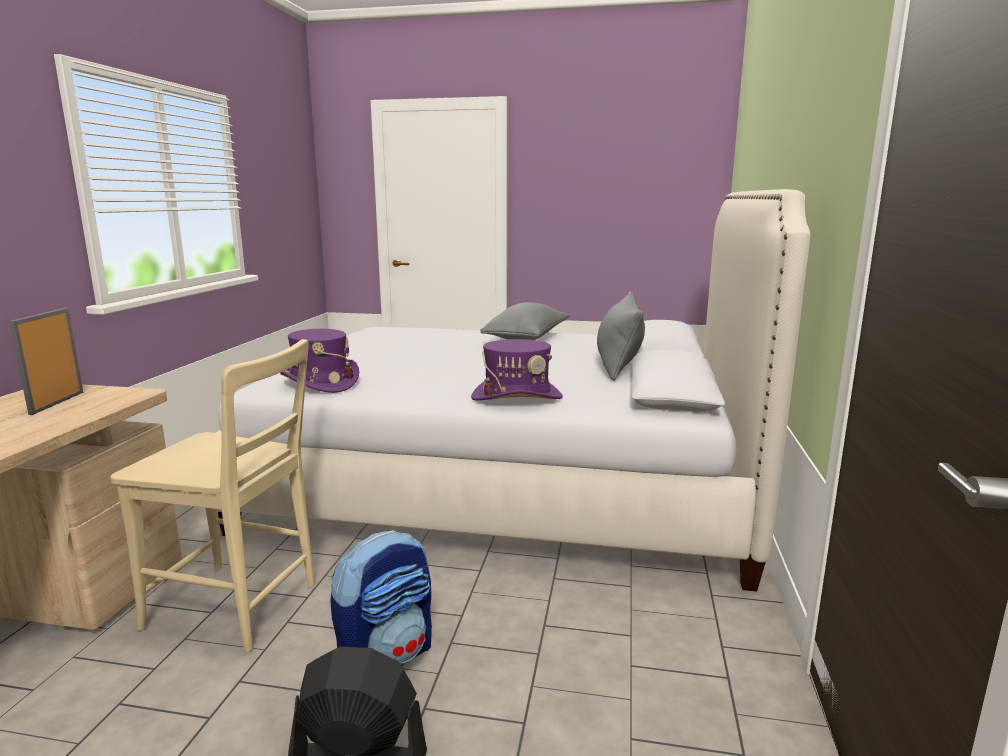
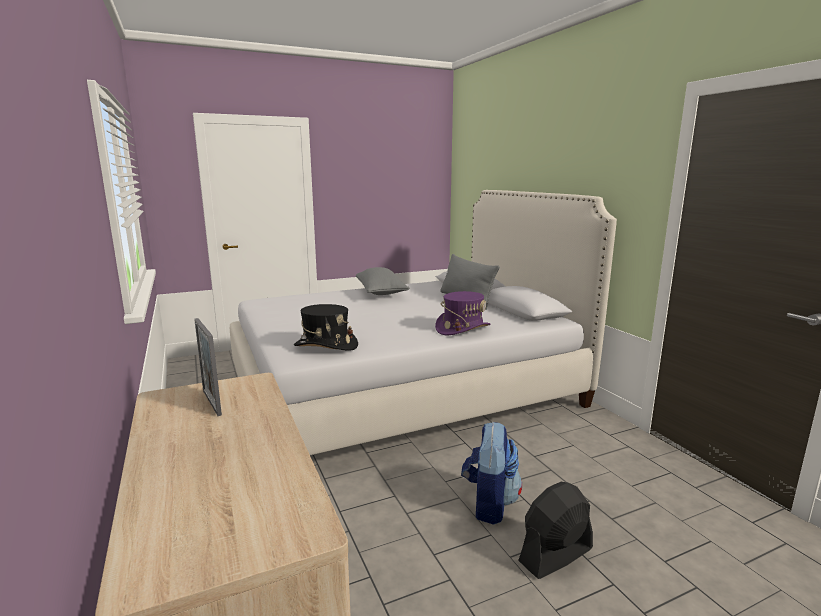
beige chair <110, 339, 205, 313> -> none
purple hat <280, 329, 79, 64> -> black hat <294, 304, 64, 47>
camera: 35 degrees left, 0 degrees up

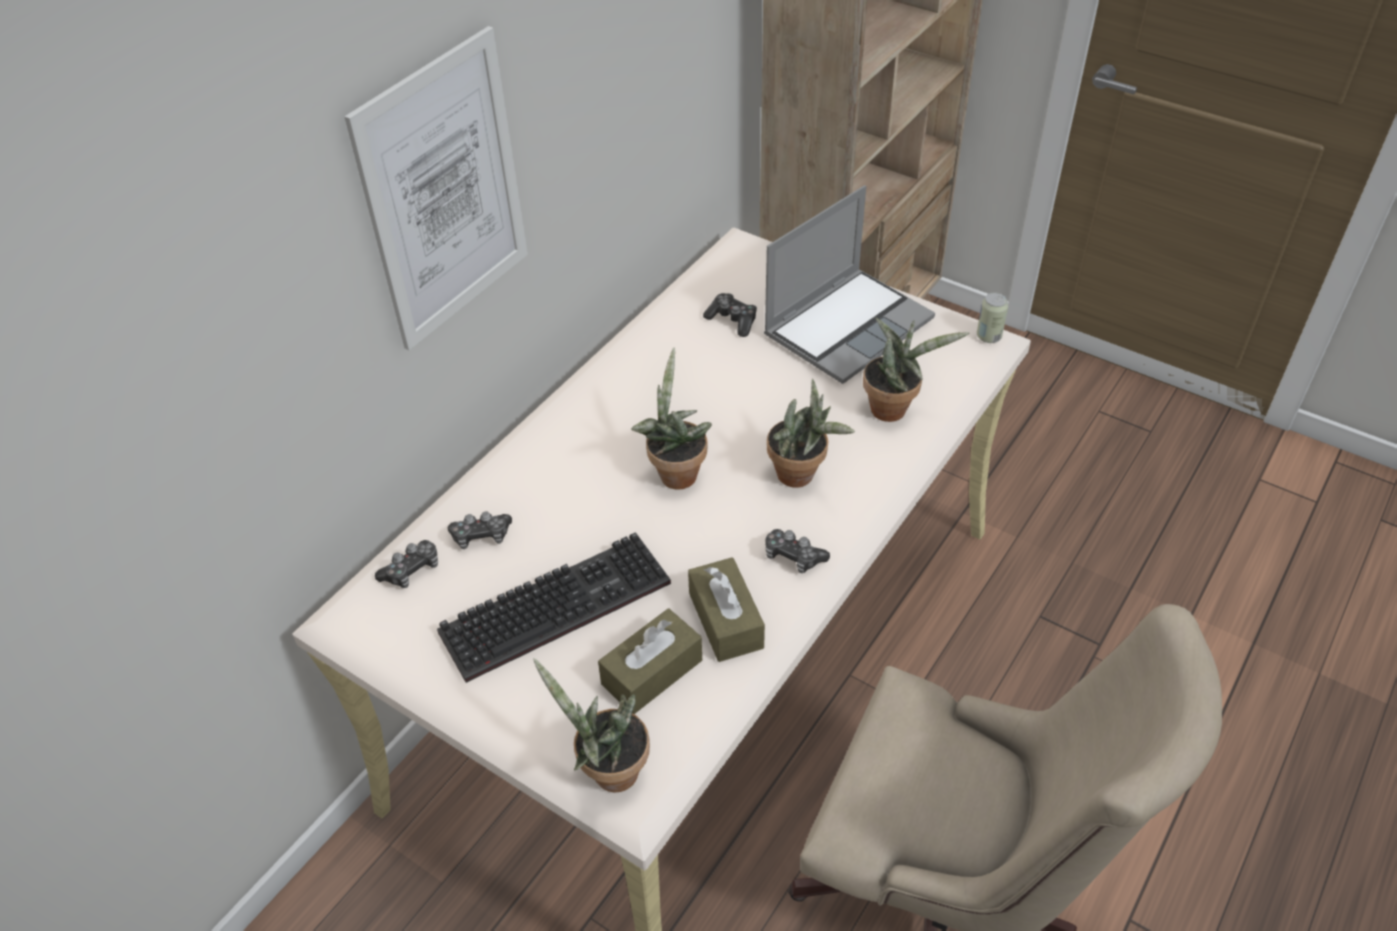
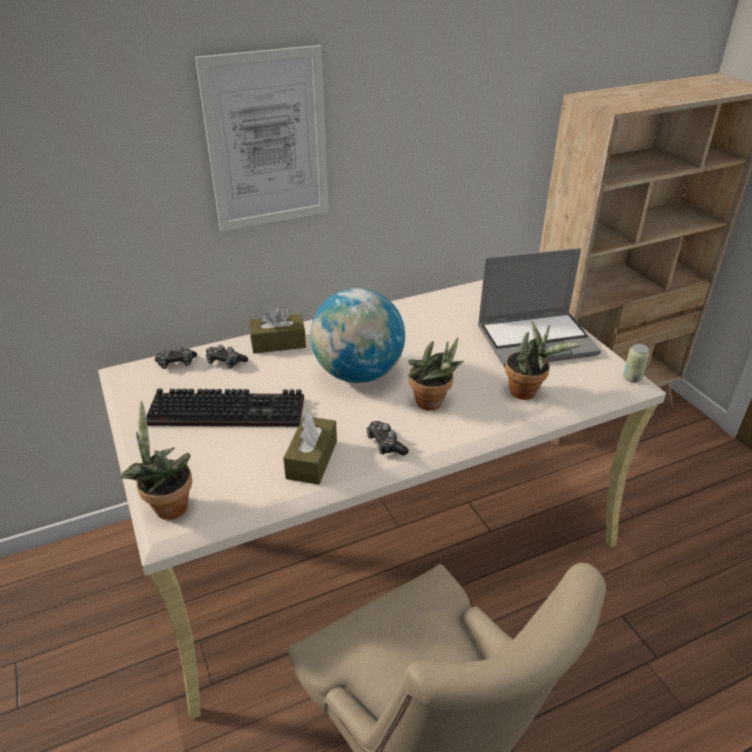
brown tissue box <598, 609, 104, 105> -> brown tissue box <249, 306, 57, 48>, relocated
potted plant <631, 348, 81, 142> -> globe <311, 288, 94, 95>
game controller <703, 293, 54, 44> -> none
camera: 30 degrees right, 10 degrees down

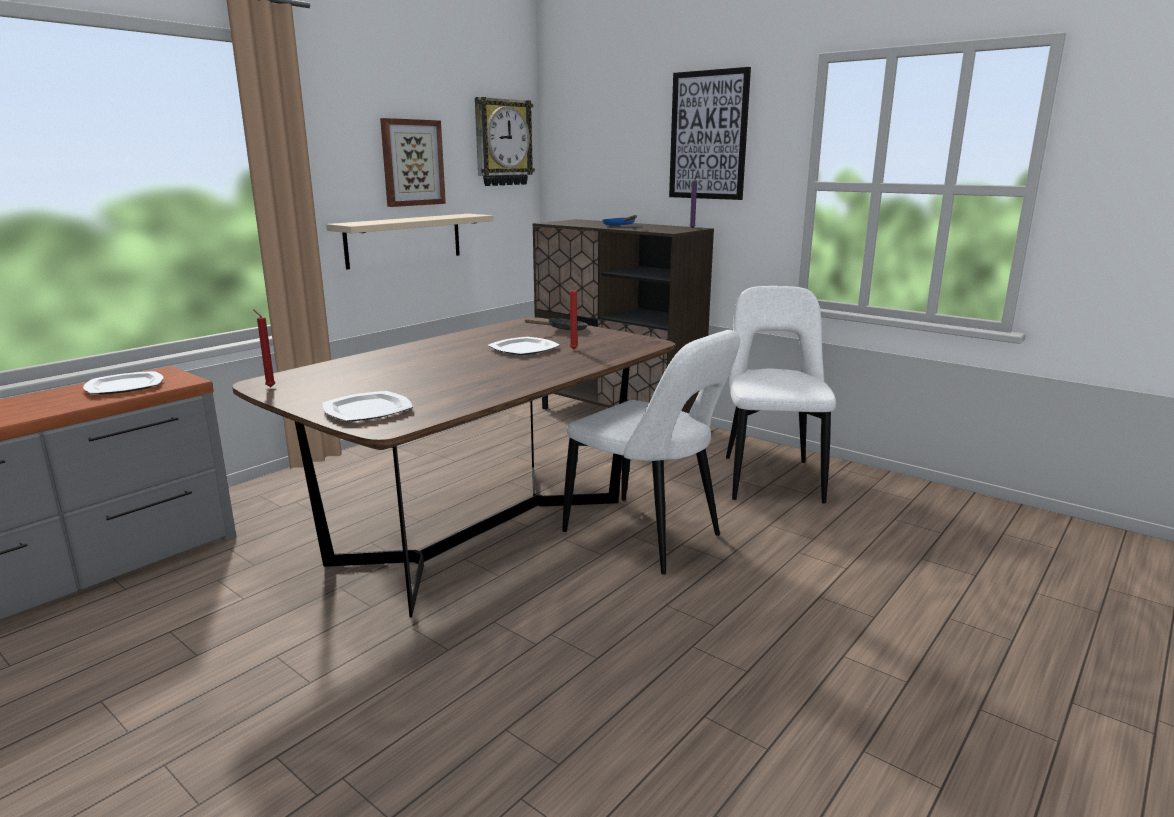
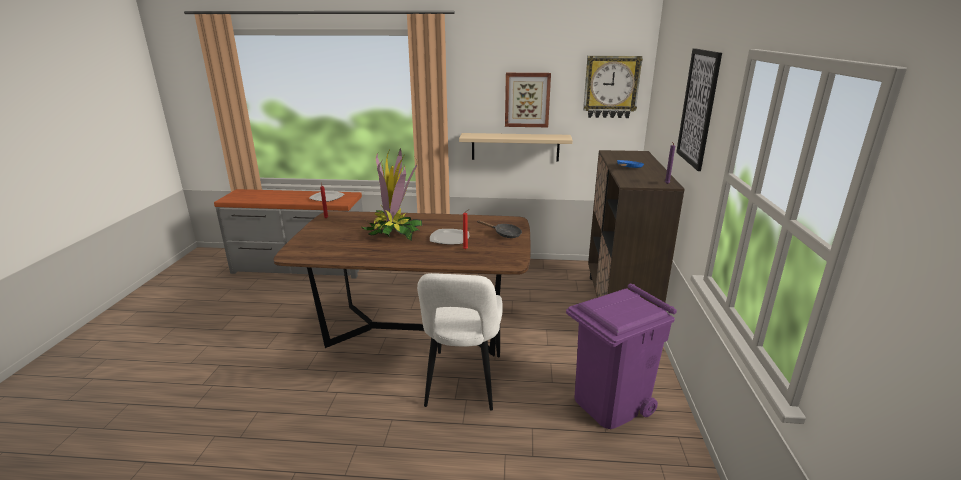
plate <323, 391, 90, 30> -> none
white chair <726, 286, 110, 218> -> purple trash can <566, 284, 111, 145>
none -> potted plant <361, 148, 61, 93>
camera: 55 degrees right, 5 degrees up

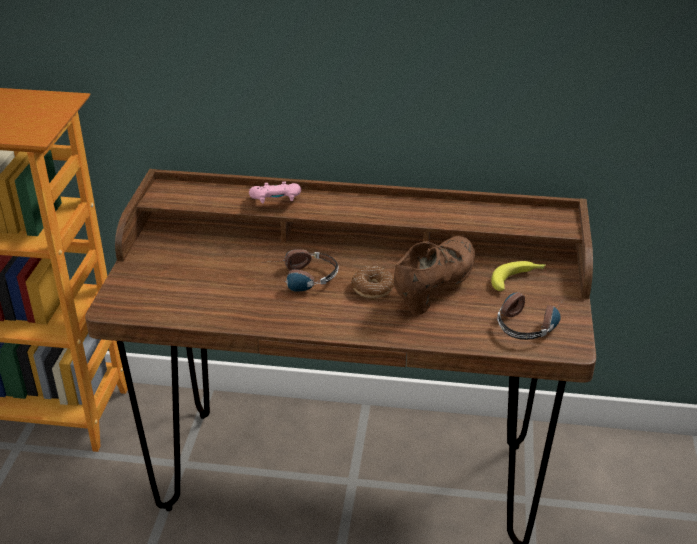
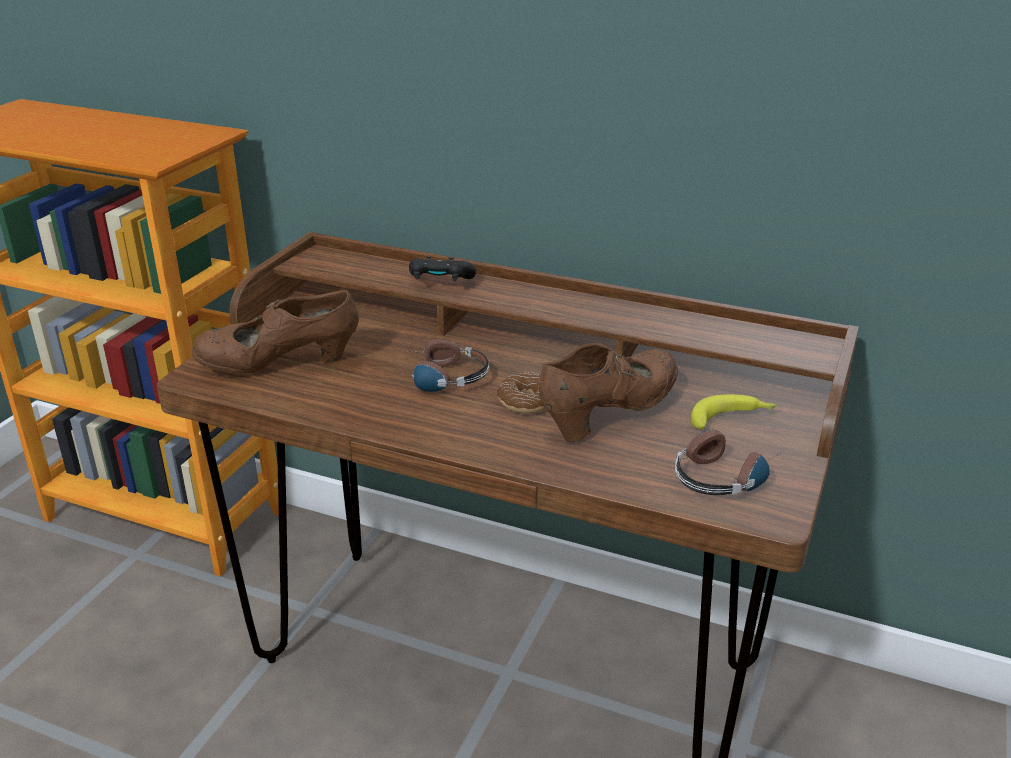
pink game controller <249, 181, 52, 22> -> black game controller <409, 256, 67, 25>
none -> brown shoe <192, 290, 167, 84>
camera: 15 degrees right, 5 degrees down

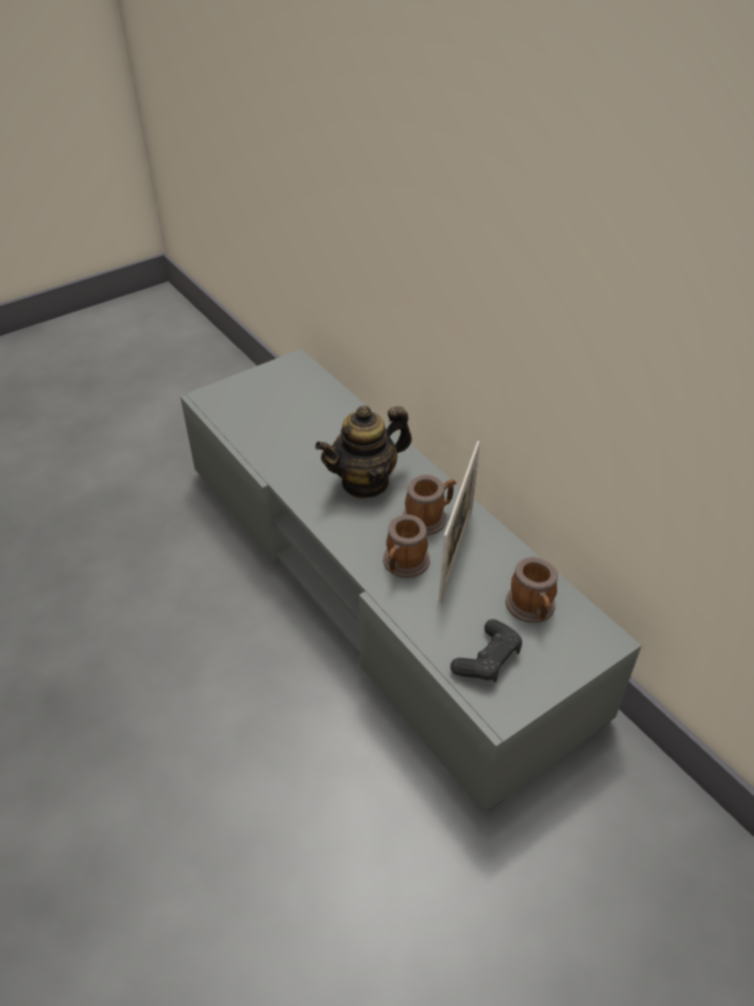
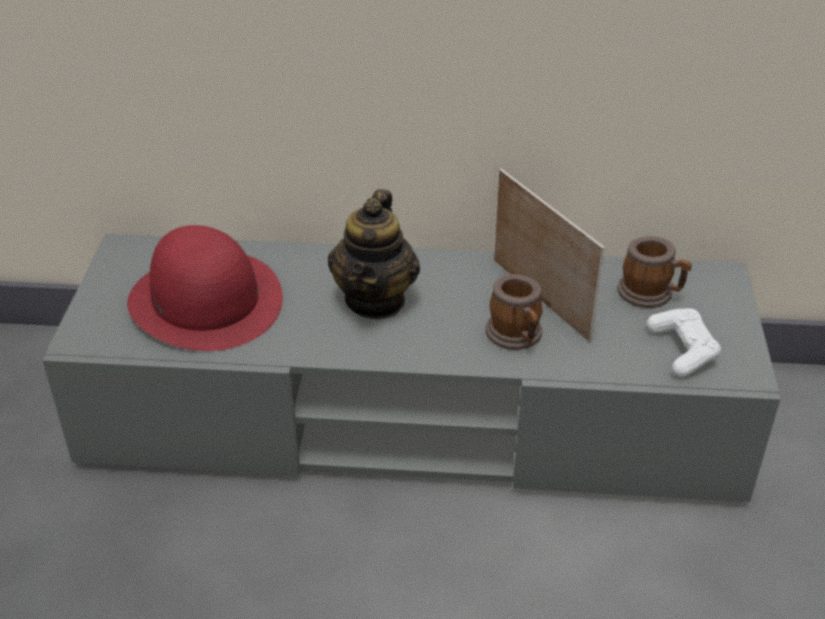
mug <402, 474, 54, 62> -> none
black game controller <450, 619, 72, 63> -> white game controller <647, 308, 74, 69>
none -> red hat <127, 225, 156, 126>
camera: 50 degrees left, 5 degrees down

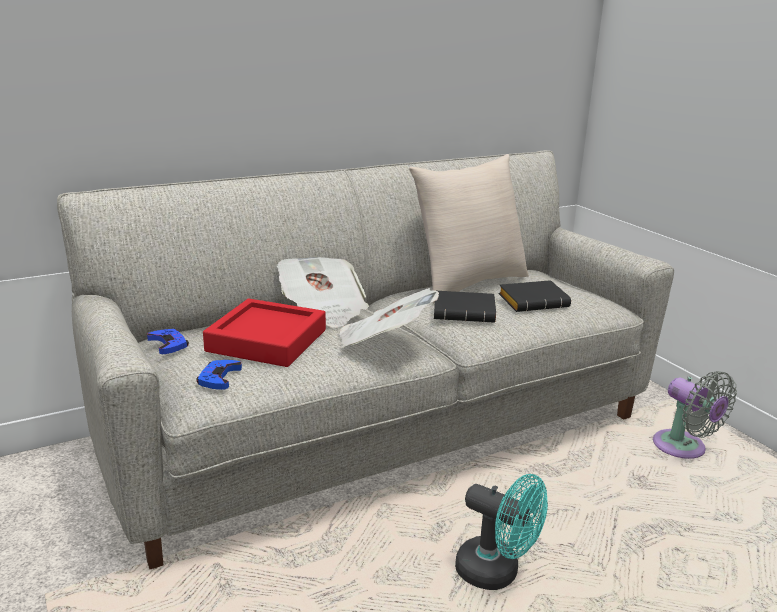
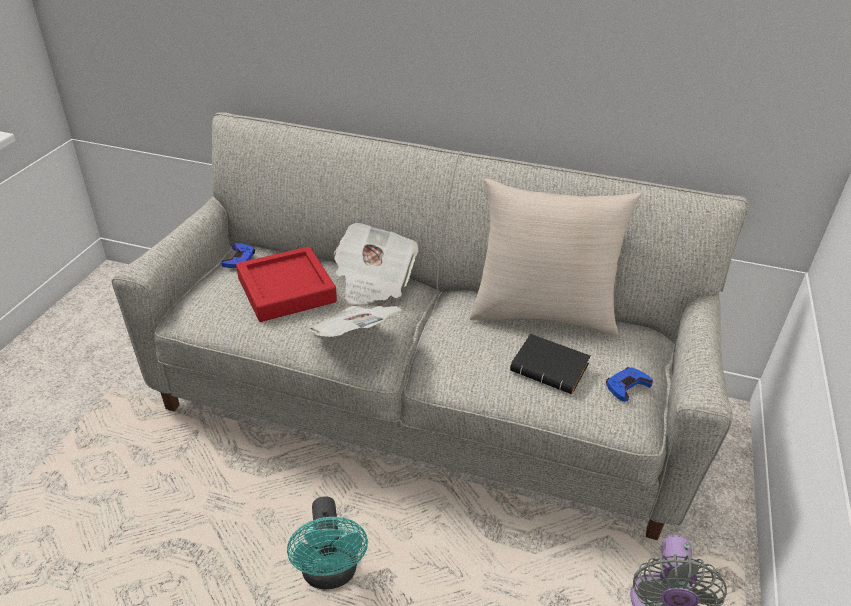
blue game controller <196, 360, 46, 30> -> blue game controller <606, 367, 47, 35>, relocated
black book <434, 291, 62, 32> -> none
camera: 45 degrees right, 15 degrees up

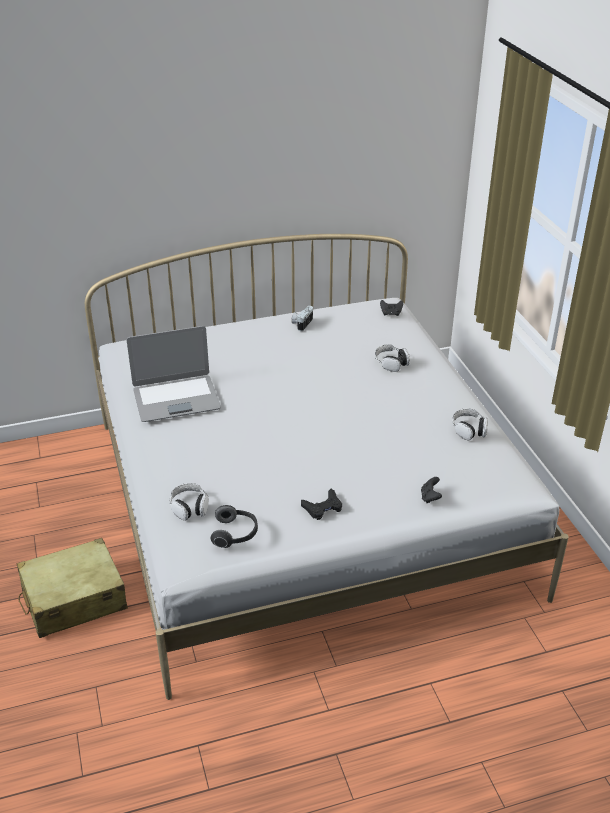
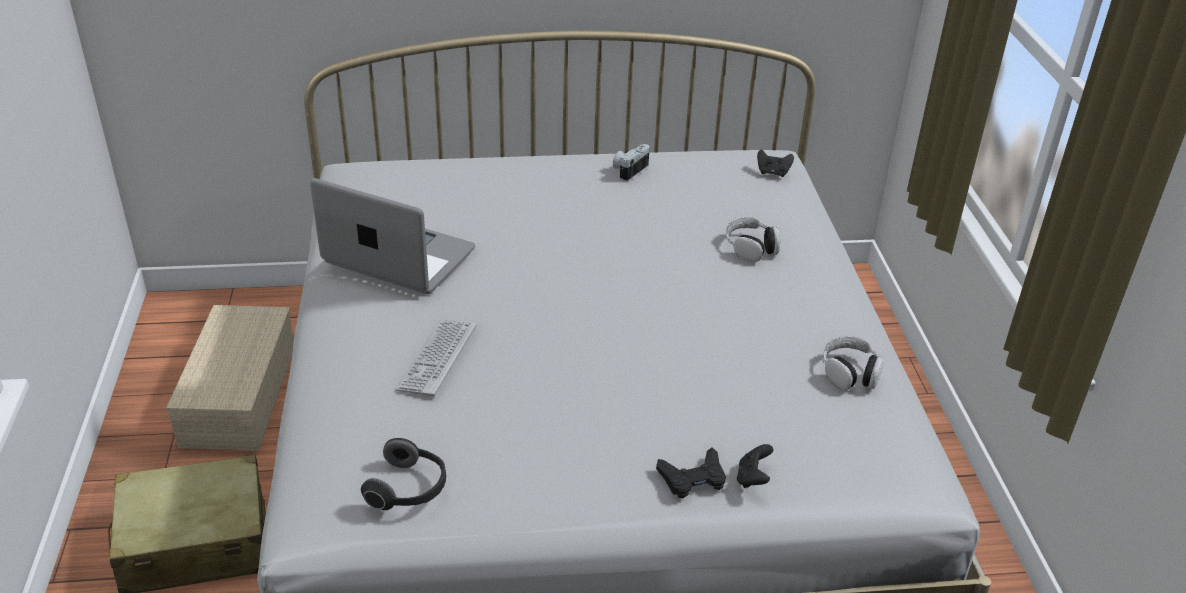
laptop <127, 326, 94, 96> -> laptop <310, 178, 165, 116>, 150 degrees counterclockwise
headphones <169, 483, 40, 38> -> none
black game controller <301, 489, 41, 31> -> black game controller <656, 447, 70, 51>, relocated
none -> beige storage box <166, 305, 128, 146>
none -> keyboard <396, 320, 80, 77>
camera: 10 degrees right, 0 degrees up

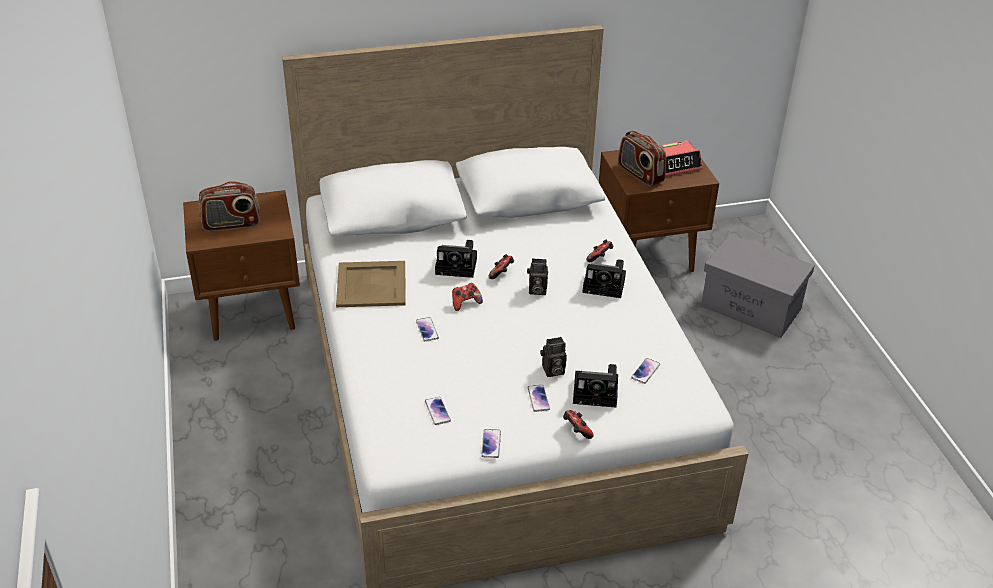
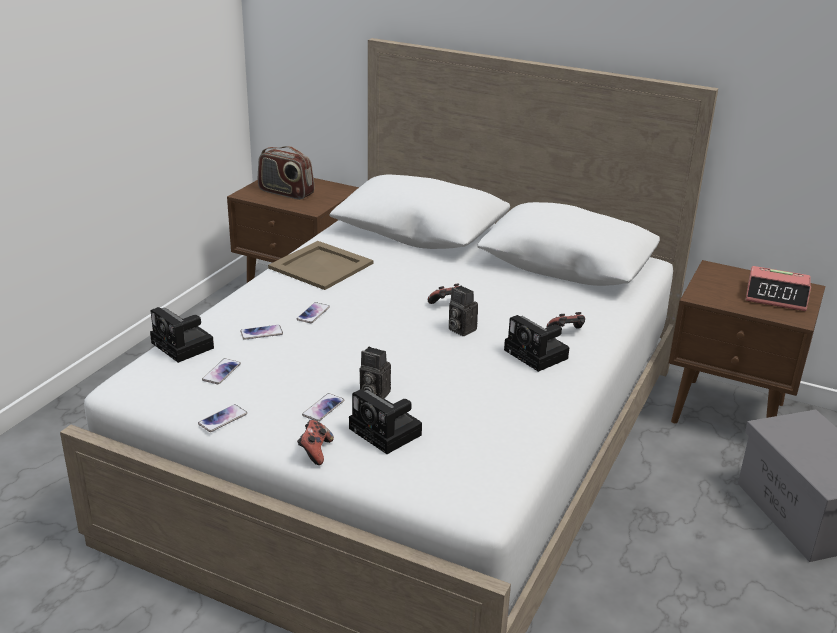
photo camera <435, 240, 42, 38> -> photo camera <150, 307, 64, 56>, relocated
game controller <452, 283, 31, 28> -> none
radio <618, 130, 48, 56> -> none
phone <631, 358, 29, 26> -> phone <240, 325, 43, 15>, relocated
camera: 40 degrees right, 10 degrees down

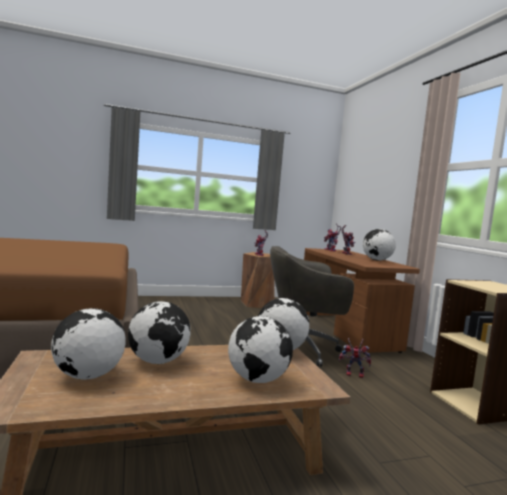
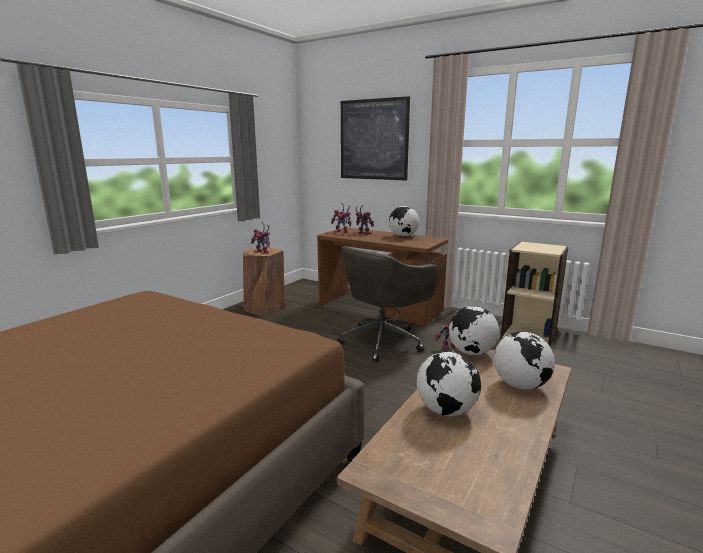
globe <51, 308, 75, 72> -> none
none -> picture <341, 96, 69, 85>
camera: 40 degrees left, 10 degrees up

